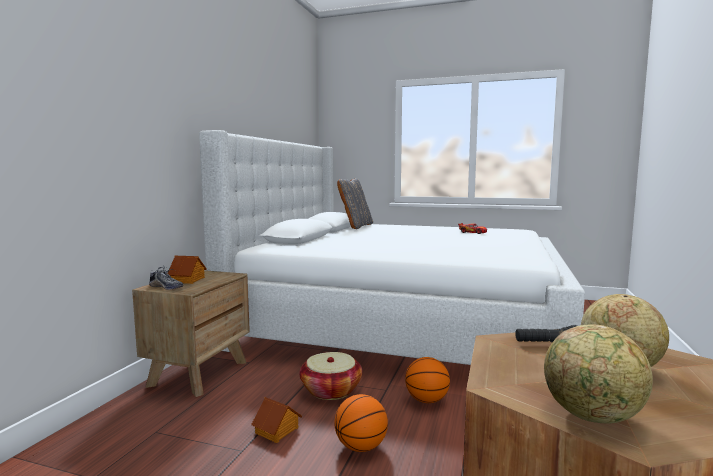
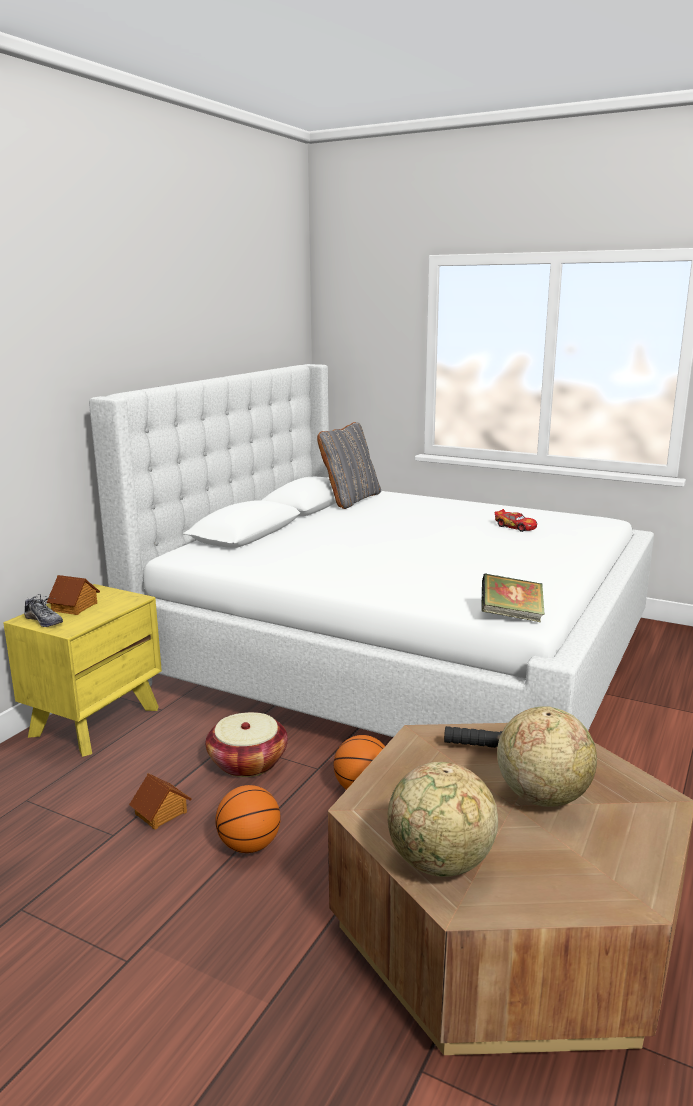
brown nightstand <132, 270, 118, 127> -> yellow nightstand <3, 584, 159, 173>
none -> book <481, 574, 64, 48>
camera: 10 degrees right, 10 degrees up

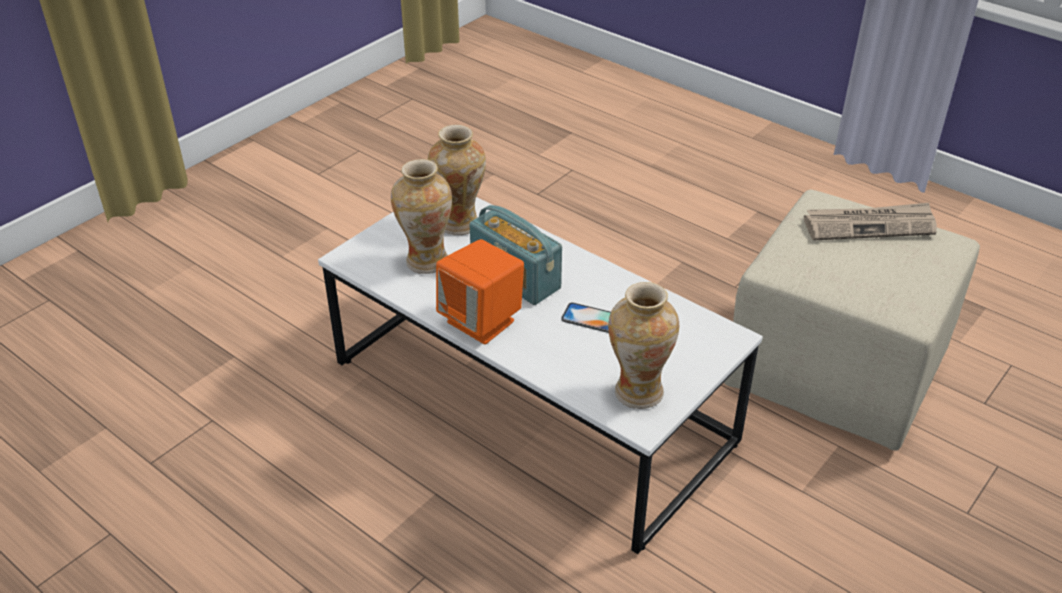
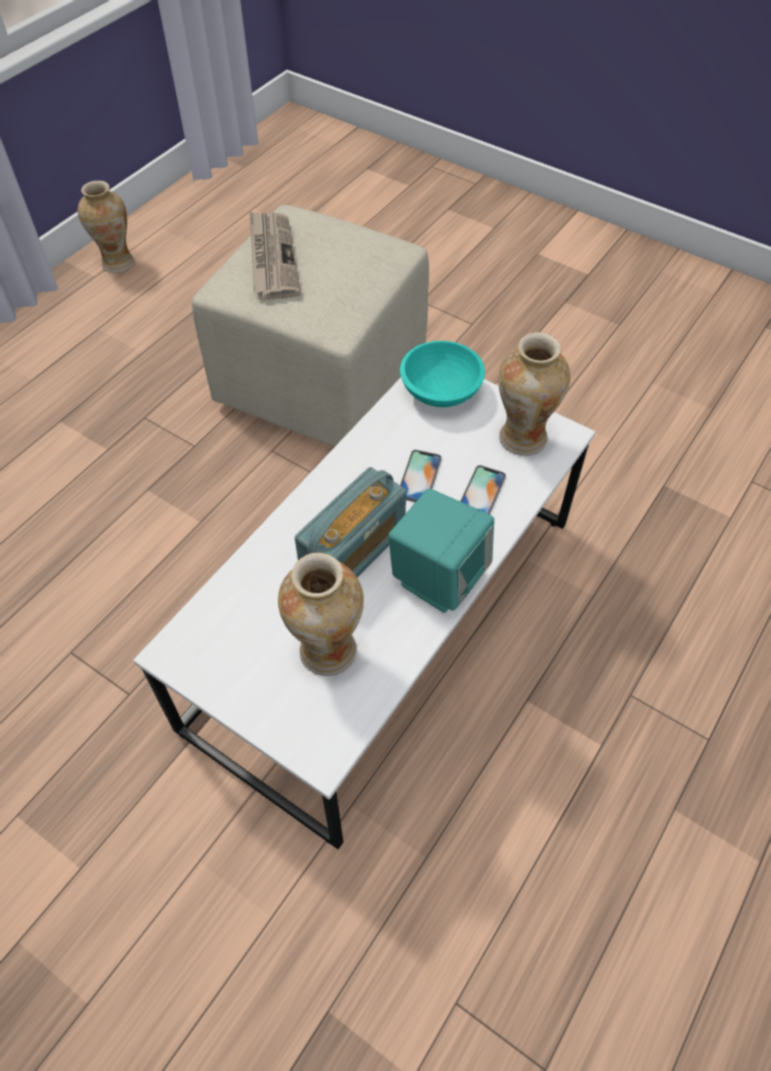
vase <428, 125, 58, 110> -> vase <78, 181, 56, 92>, relocated
orange speaker <436, 239, 88, 105> -> turquoise speaker <388, 489, 106, 124>
none -> turquoise bowl <400, 341, 85, 66>
none -> phone <460, 465, 46, 50>
camera: 95 degrees left, 15 degrees up

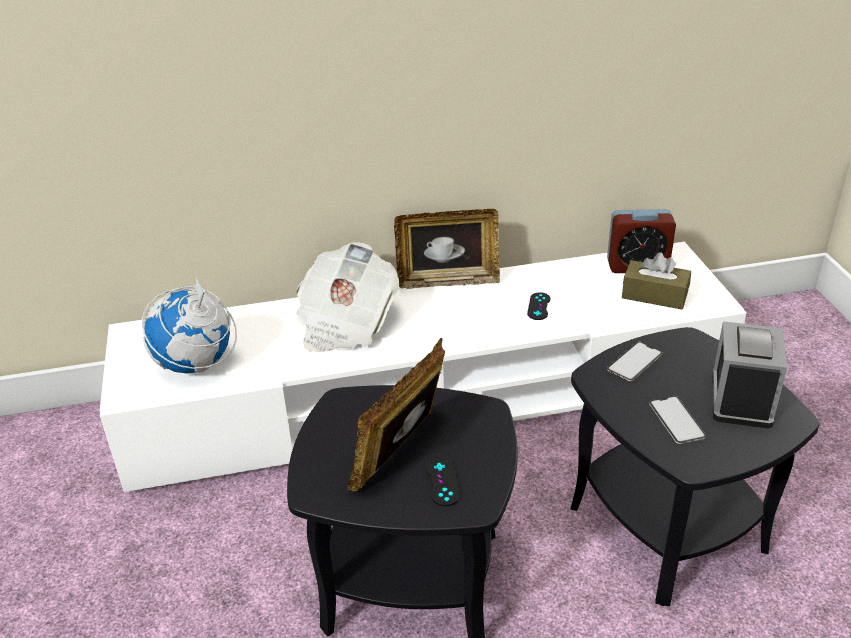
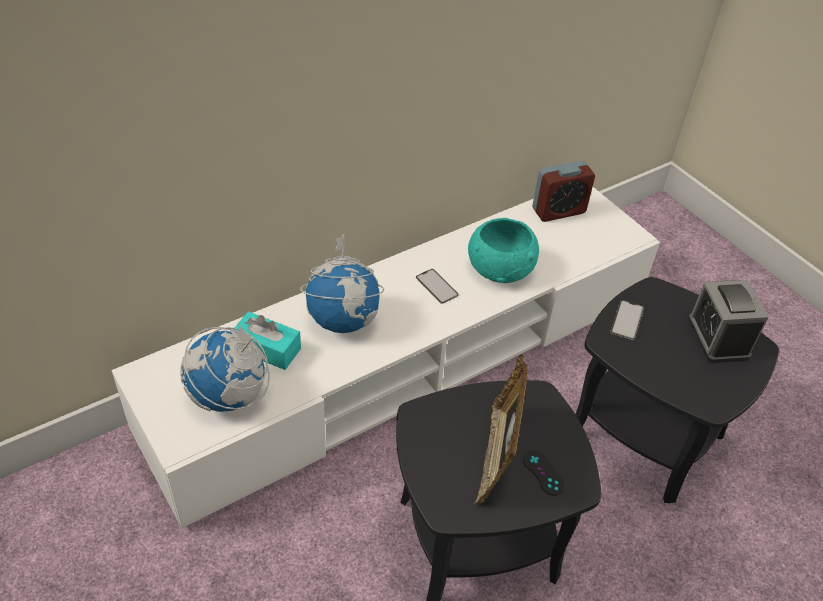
newspaper <296, 242, 103, 110> -> globe <300, 234, 84, 99>
picture frame <394, 209, 106, 80> -> none
black game controller <527, 292, 24, 28> -> turquoise bowl <468, 218, 71, 65>
brown tissue box <622, 252, 69, 57> -> none
phone <649, 396, 57, 48> -> phone <416, 269, 43, 35>, relocated
none -> turquoise tissue box <233, 311, 68, 59>
camera: 25 degrees left, 10 degrees up

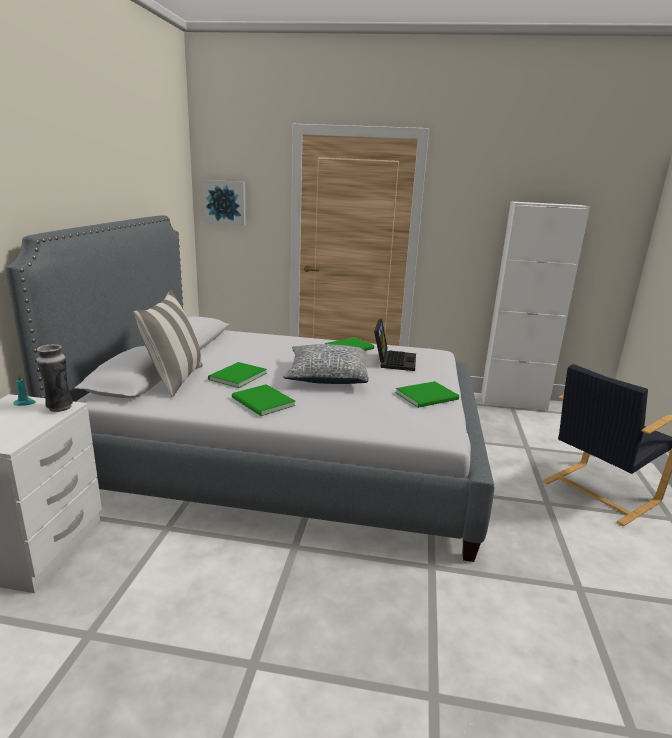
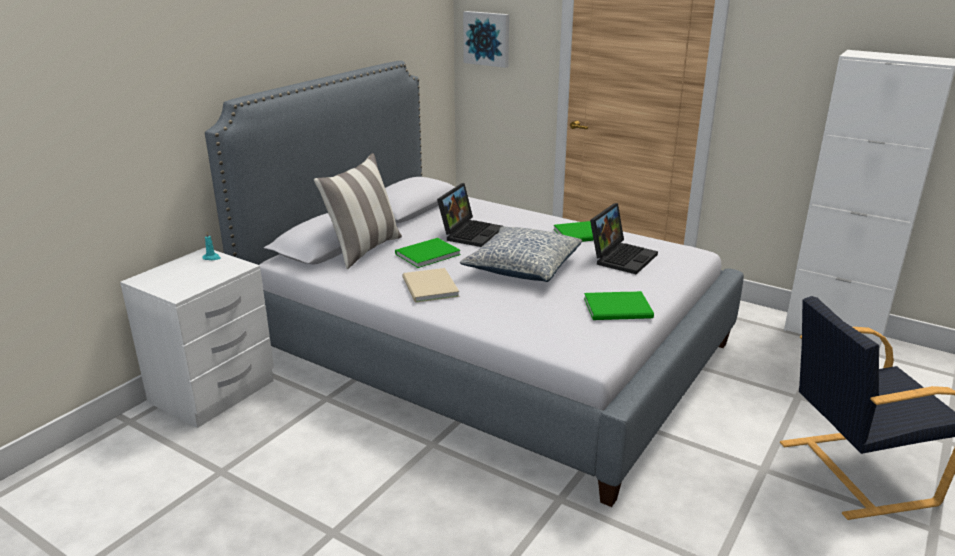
vase <37, 344, 36, 68> -> none
green book <232, 384, 64, 32> -> beige book <402, 268, 57, 35>
none -> laptop <437, 183, 65, 64>
camera: 25 degrees right, 5 degrees up

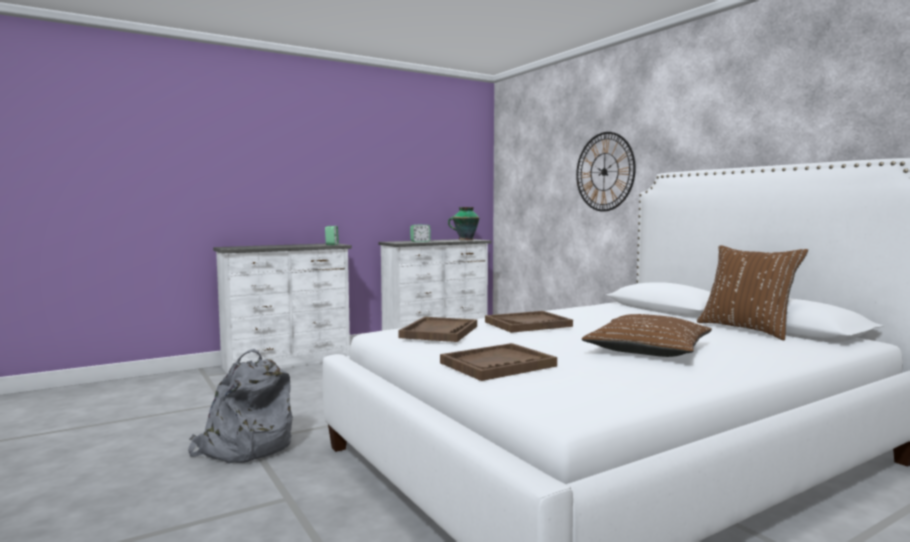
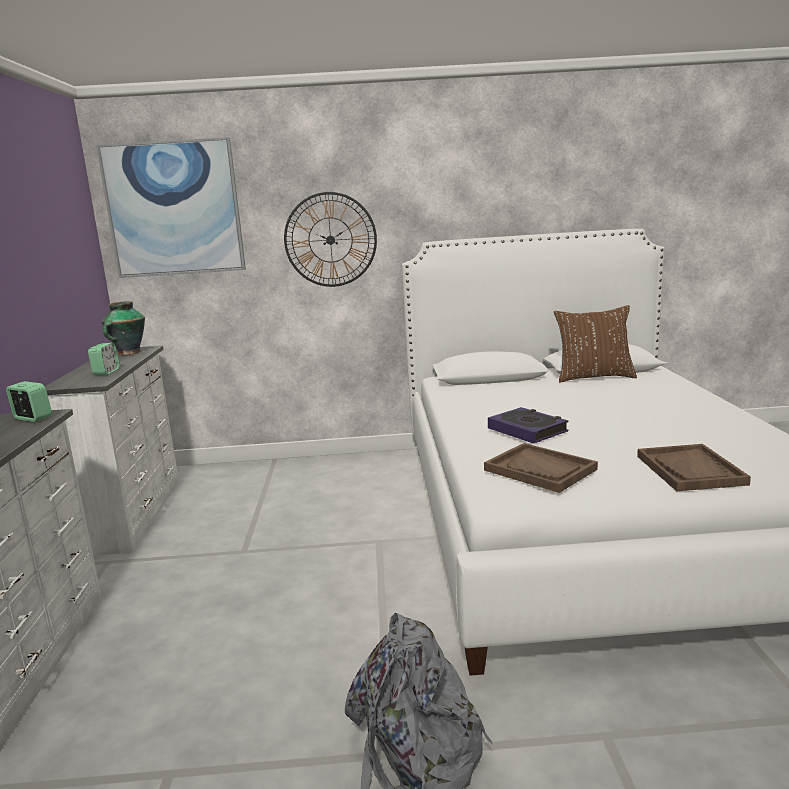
brown tray <485, 311, 88, 22> -> book <488, 407, 81, 37>
brown pillow <582, 314, 130, 43> -> none
none -> picture <96, 137, 150, 141>
camera: 60 degrees left, 10 degrees up

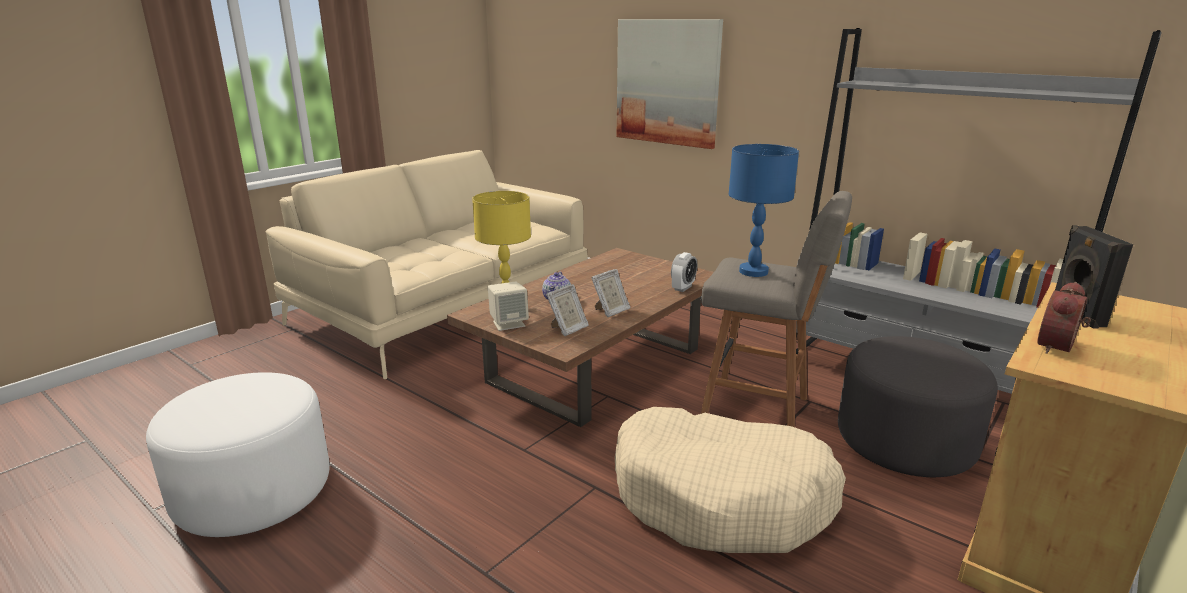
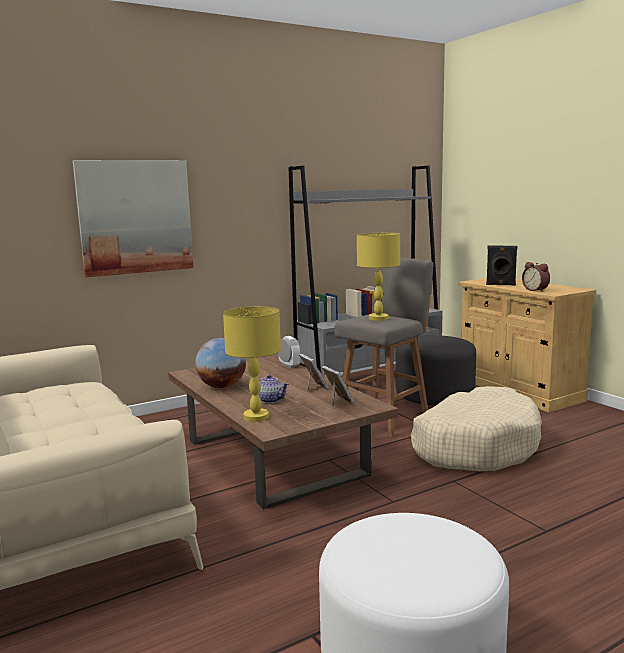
beige speaker <488, 281, 41, 50> -> none
blue table lamp <729, 144, 70, 133> -> yellow table lamp <357, 233, 43, 88>
none -> globe <195, 338, 51, 50>
camera: 70 degrees left, 10 degrees down

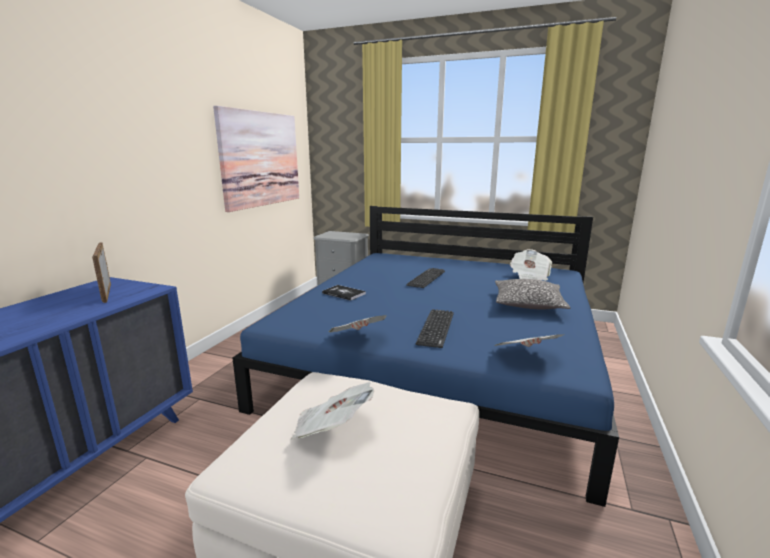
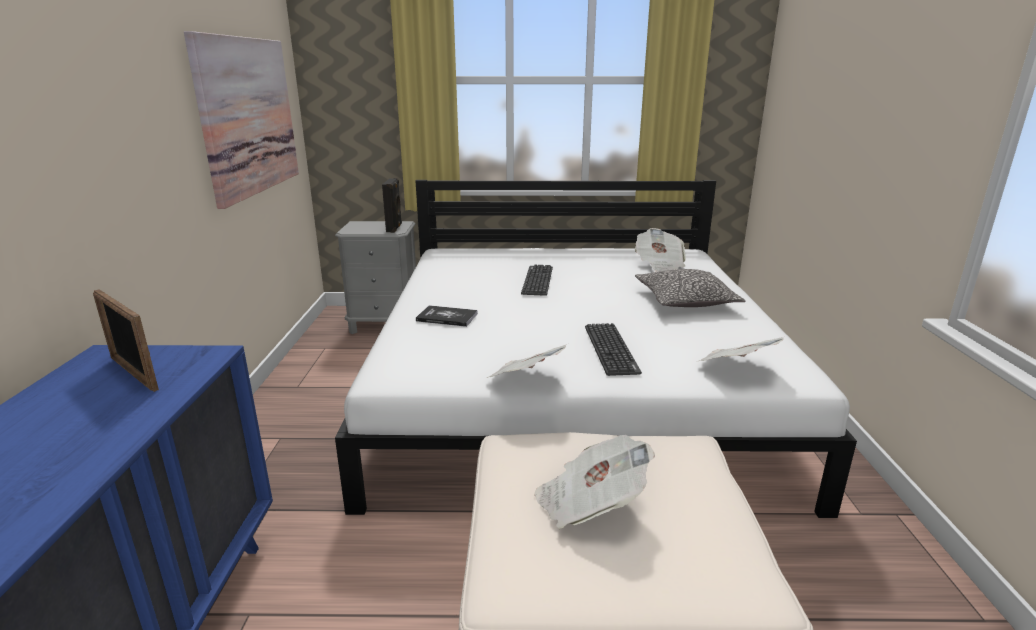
blue bed <232, 206, 387, 301> -> white bed <335, 180, 522, 338>
none -> black speaker <382, 178, 20, 55>
camera: 20 degrees left, 5 degrees up

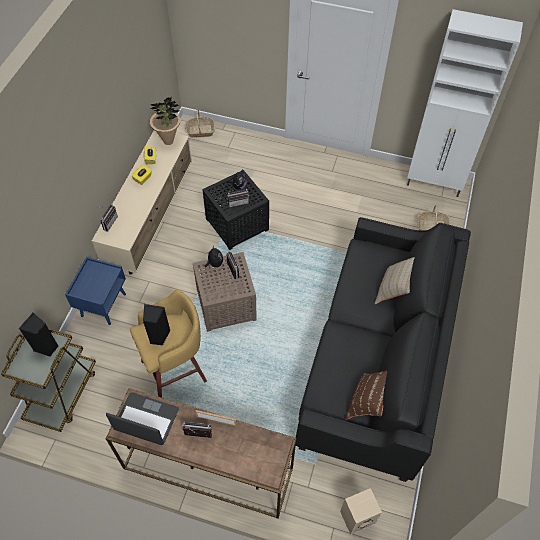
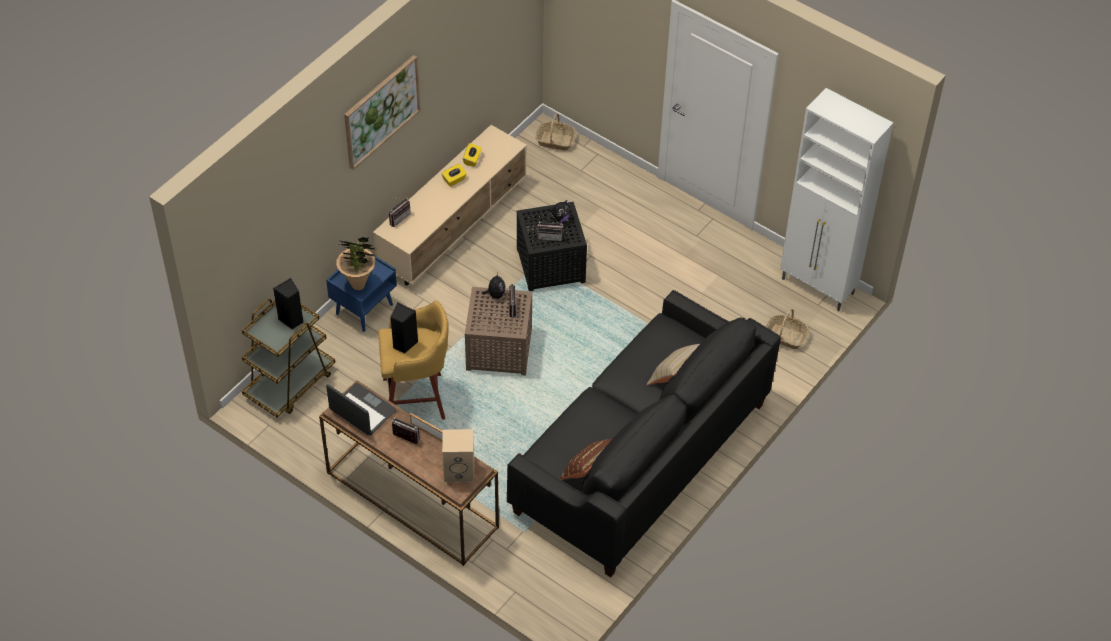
potted plant <150, 97, 30, 48> -> potted plant <336, 237, 40, 53>, relocated
beige speaker <340, 488, 42, 47> -> beige speaker <442, 429, 32, 54>, relocated
none -> picture <344, 55, 76, 115>
camera: 20 degrees right, 5 degrees down

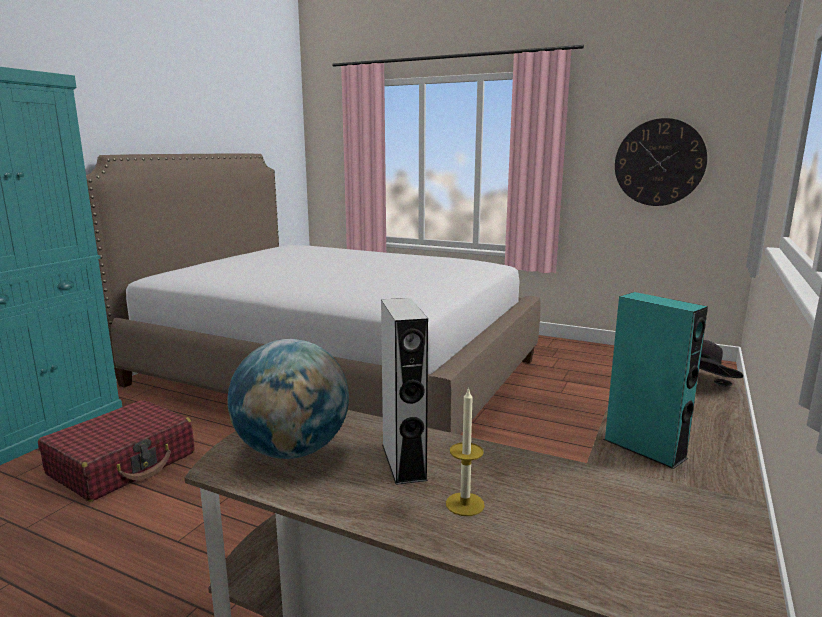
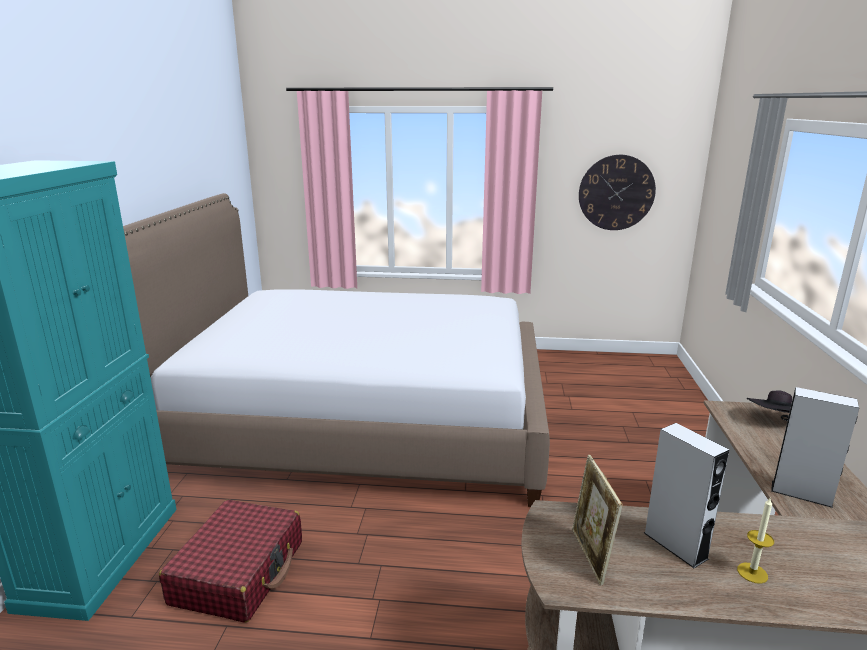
globe <227, 339, 122, 120> -> picture frame <572, 455, 51, 131>
turquoise speaker <603, 292, 105, 177> -> grey speaker <771, 387, 88, 121>
camera: 20 degrees left, 5 degrees up

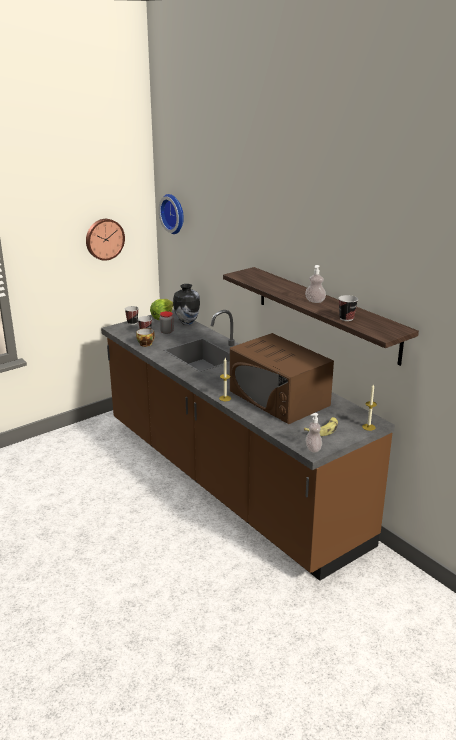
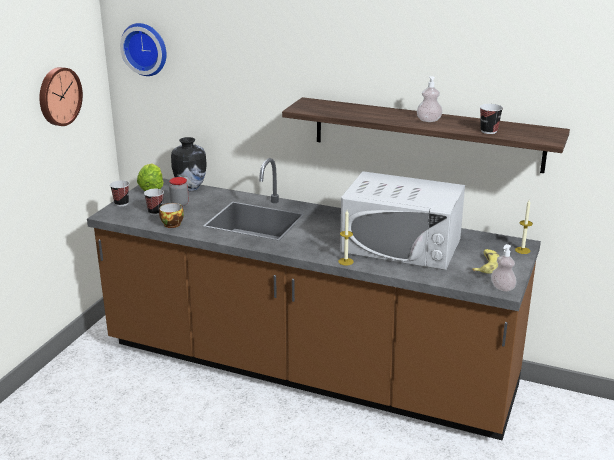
brown microwave <230, 333, 104, 91> -> white microwave <340, 171, 125, 99>
camera: 30 degrees left, 0 degrees up

